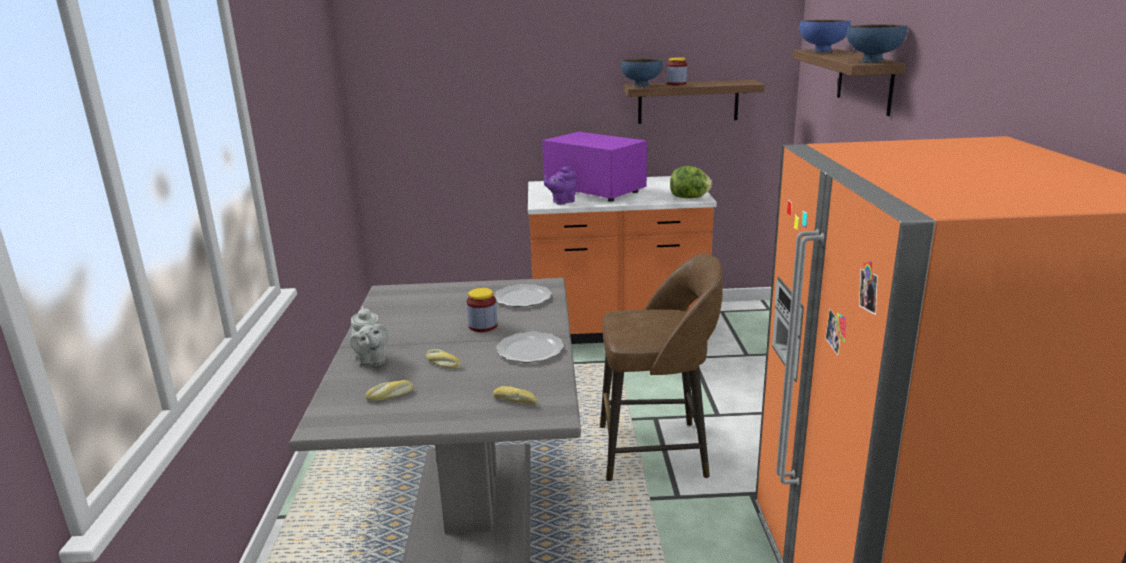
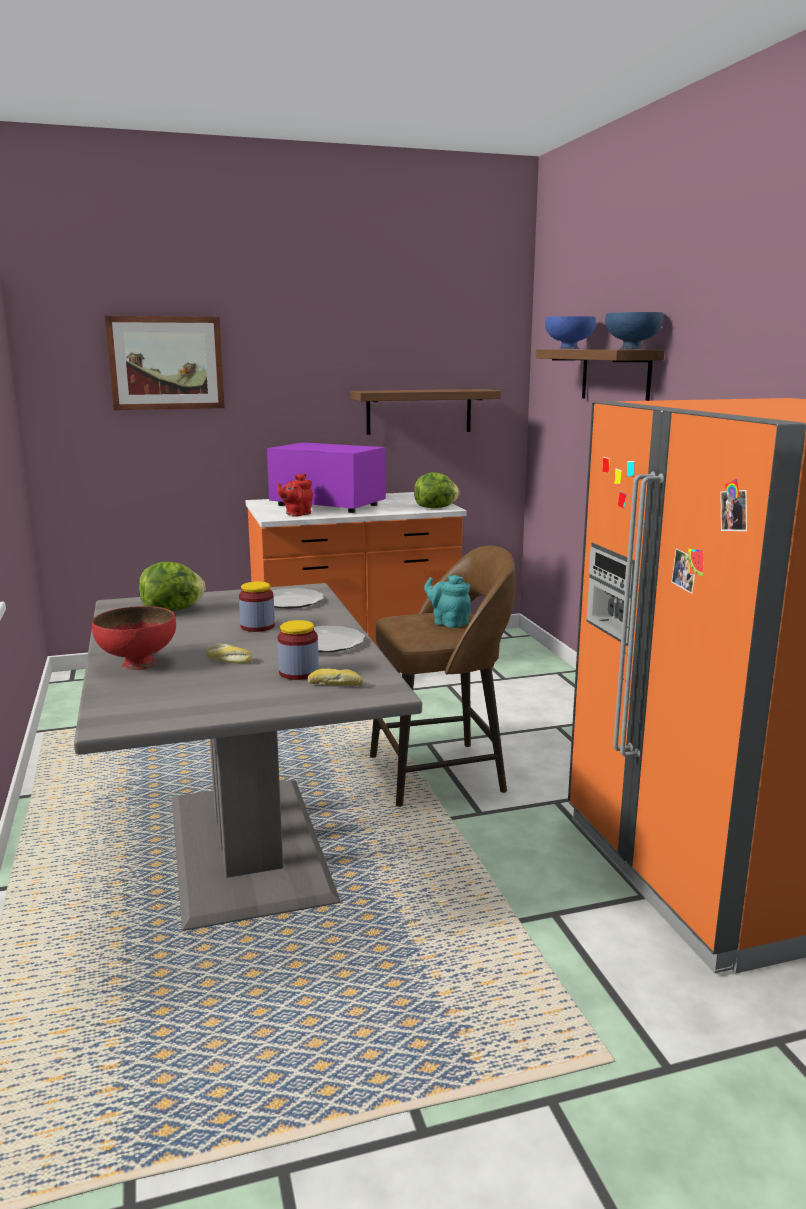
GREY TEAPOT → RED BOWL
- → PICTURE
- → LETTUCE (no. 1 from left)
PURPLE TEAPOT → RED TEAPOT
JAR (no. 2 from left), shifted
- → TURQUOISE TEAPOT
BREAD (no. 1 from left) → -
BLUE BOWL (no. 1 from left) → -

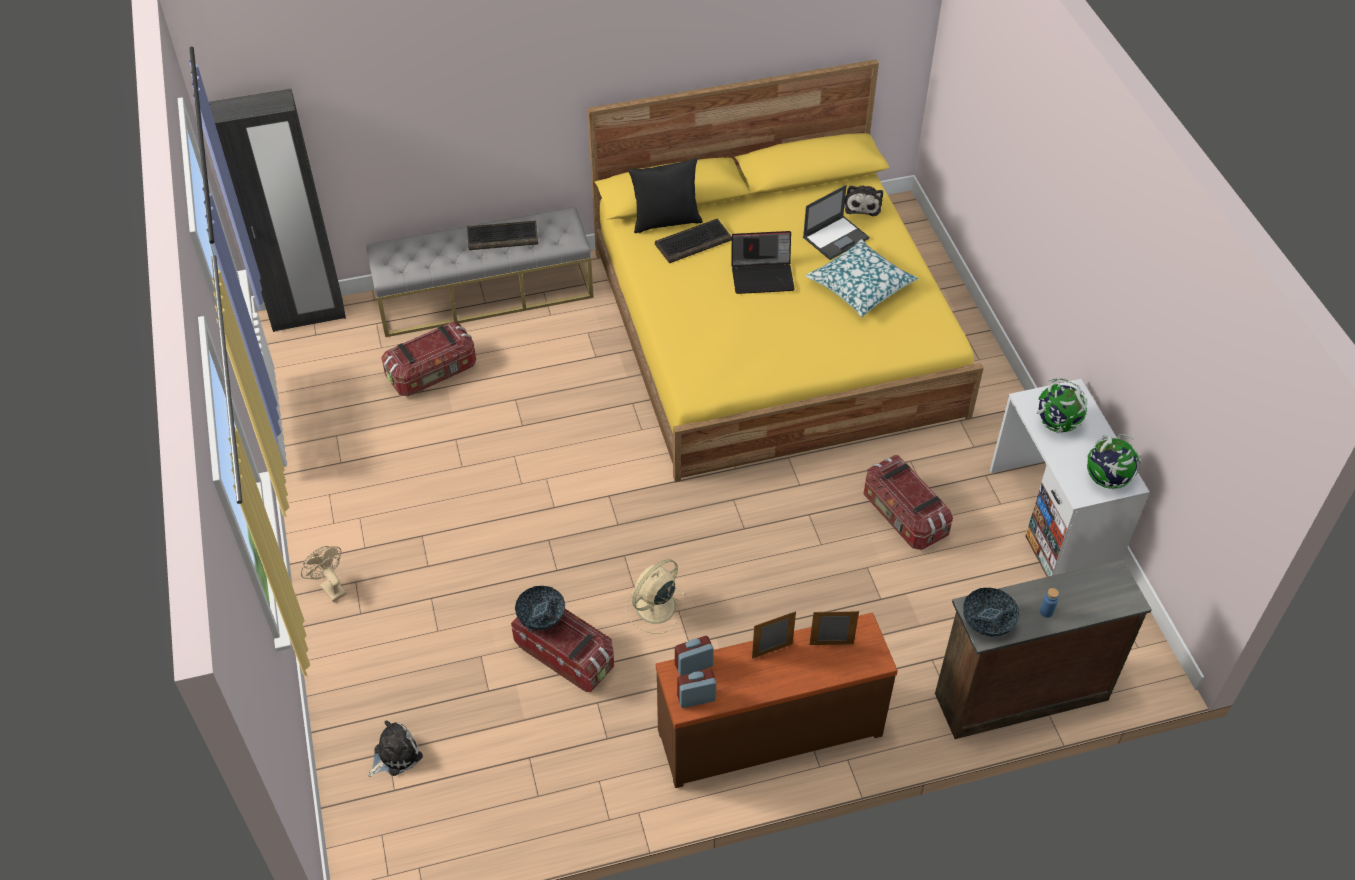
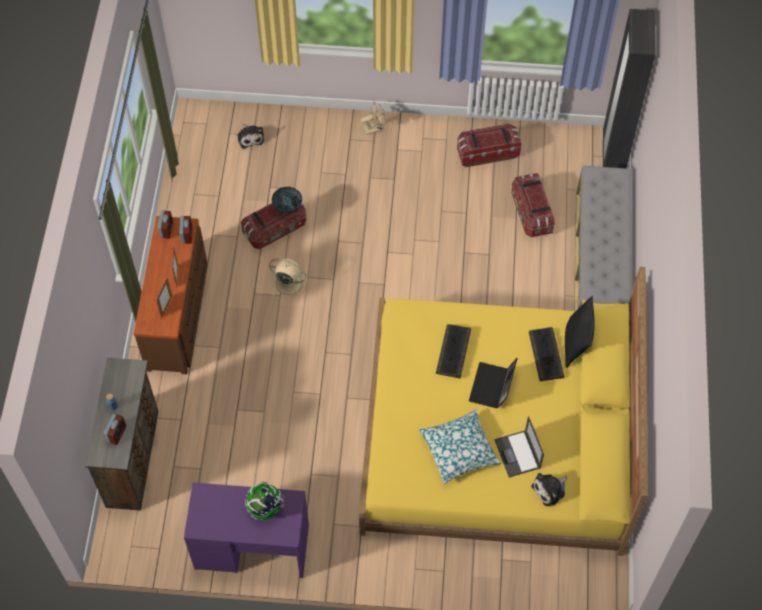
- → ALARM CLOCK (no. 1 from left)
WHITE DESK → PURPLE DESK
BEIGE FAN (no. 2 from left in the first image) → BEIGE FAN (no. 1 from left), 45 degrees counterclockwise
KEYBOARD (no. 1 from left), shifted
STORAGE BOX (no. 3 from left in the first image) → STORAGE BOX (no. 2 from left), shifted
PLUSH TOY (no. 2 from left), 60 degrees counterclockwise
BOWL (no. 2 from left) → -
GLOBE (no. 2 from left) → -

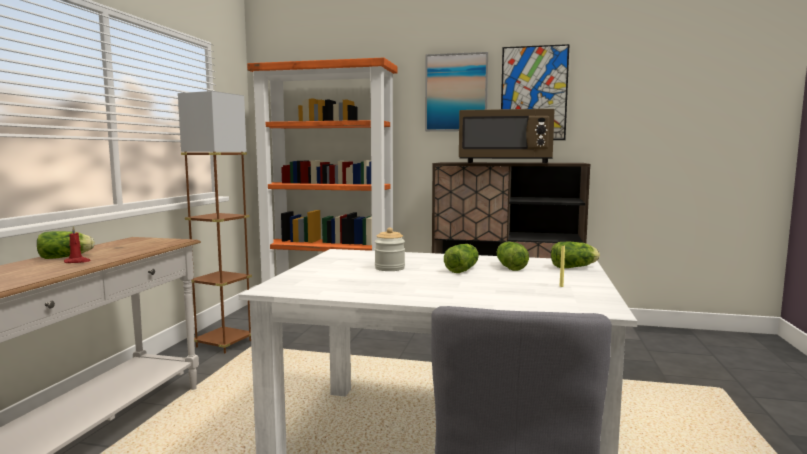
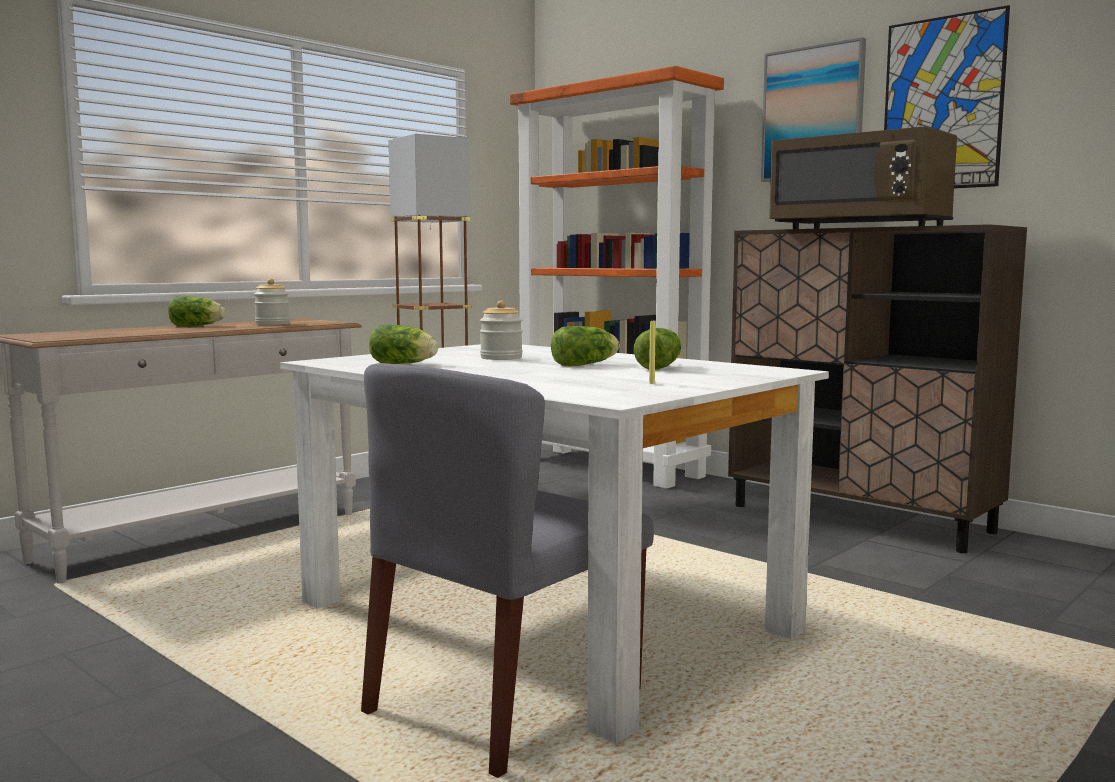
- → JAR (no. 1 from left)
LETTUCE (no. 4 from left in the first image) → LETTUCE (no. 2 from left), shifted
RED CANDLE → -

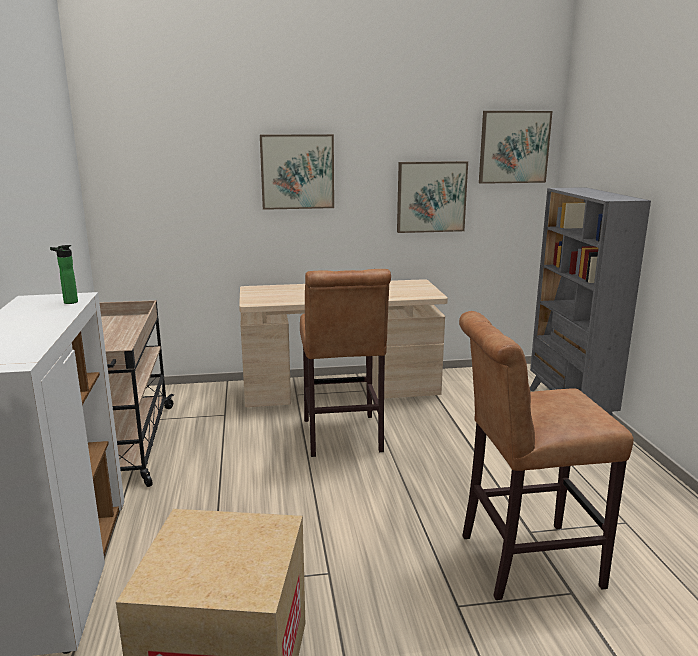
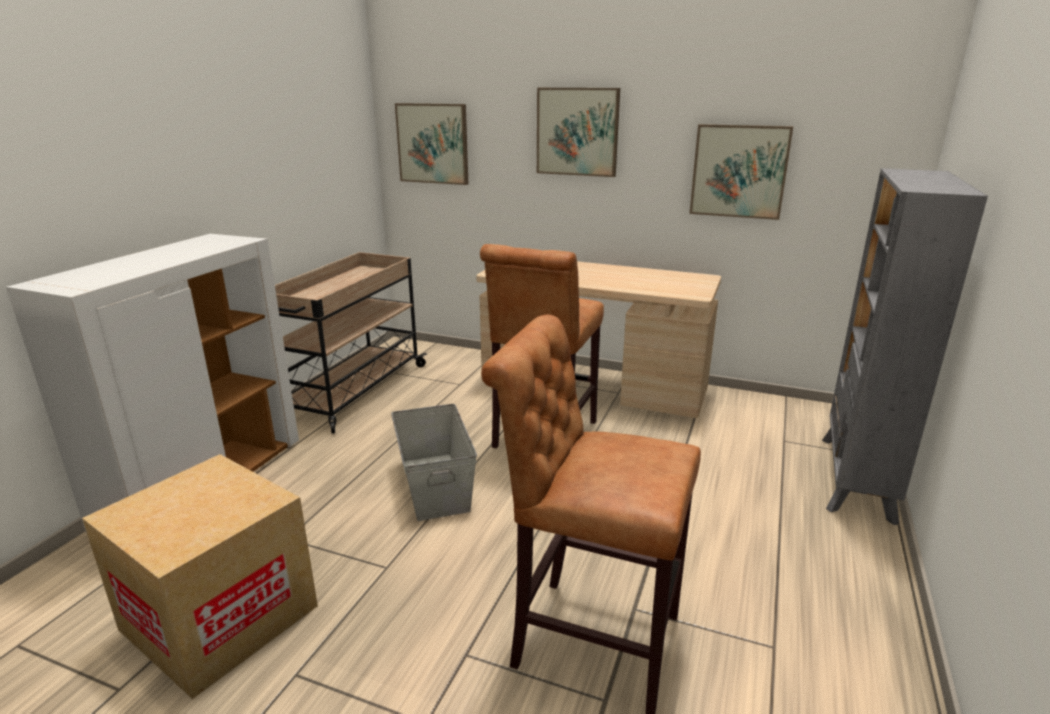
- → GREY STORAGE BOX
PICTURE (no. 3 from left in the first image) → PICTURE (no. 1 from left), shifted
BOTTLE → -

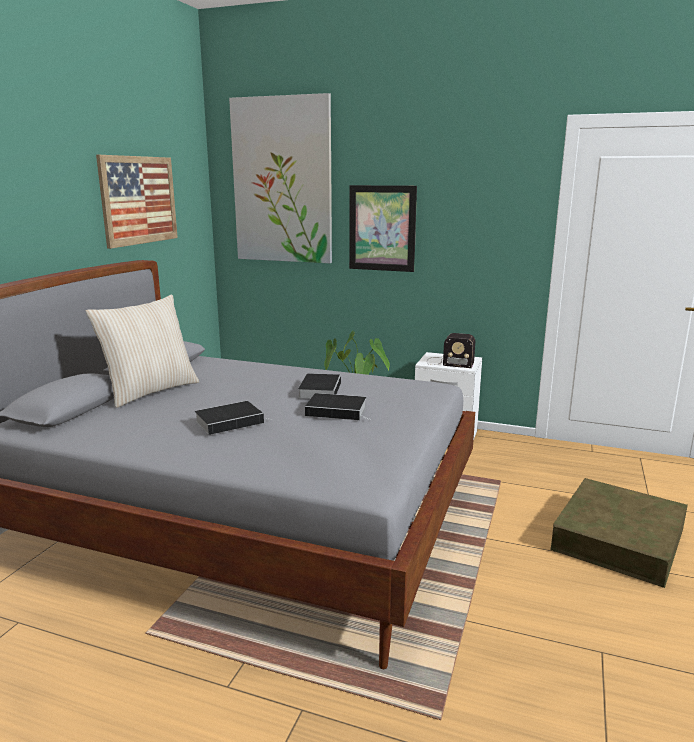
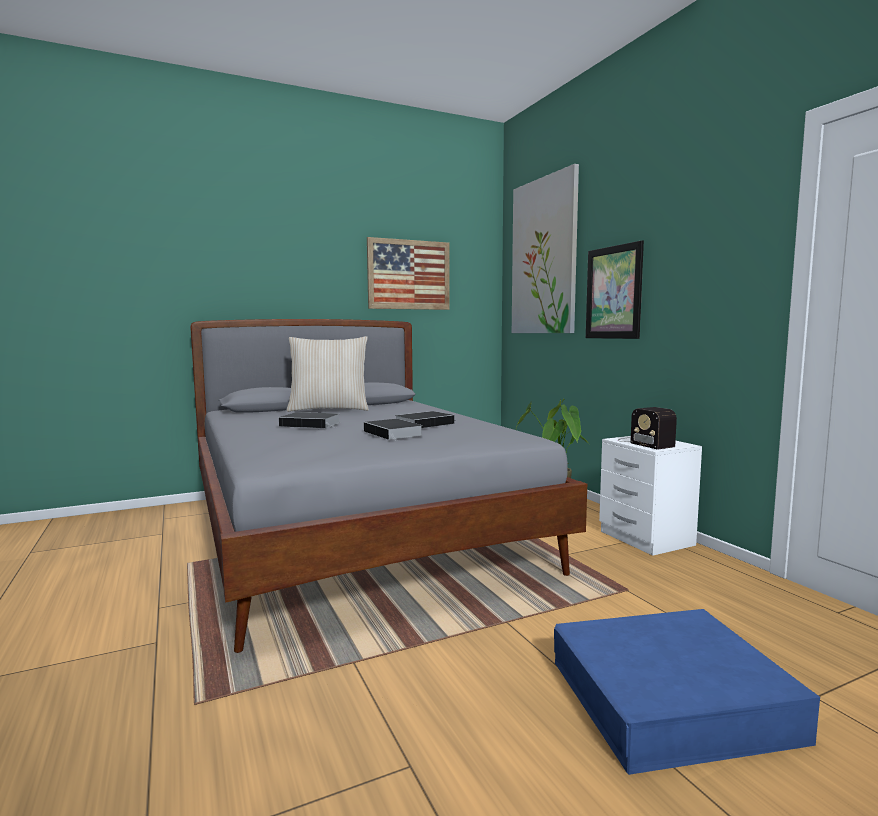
BROWN STORAGE BOX → BLUE STORAGE BOX

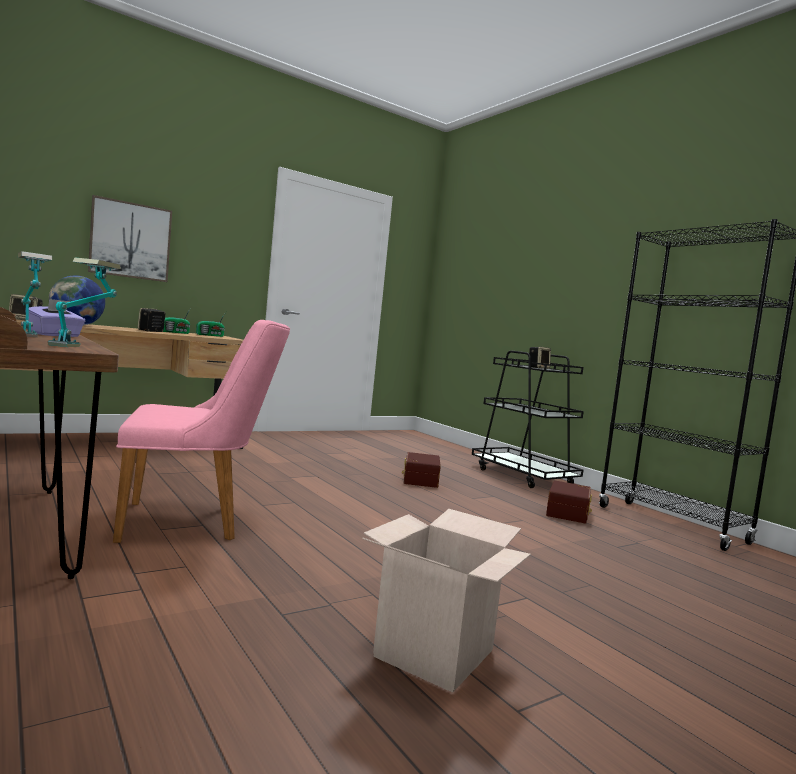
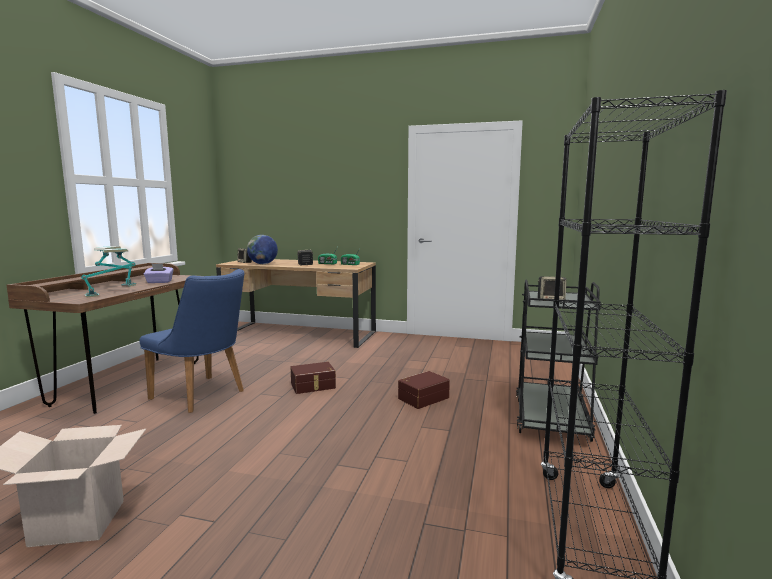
PINK CHAIR → BLUE CHAIR
BROWN STORAGE BOX (no. 2 from left in the first image) → BROWN STORAGE BOX (no. 1 from left), shifted
PICTURE → -

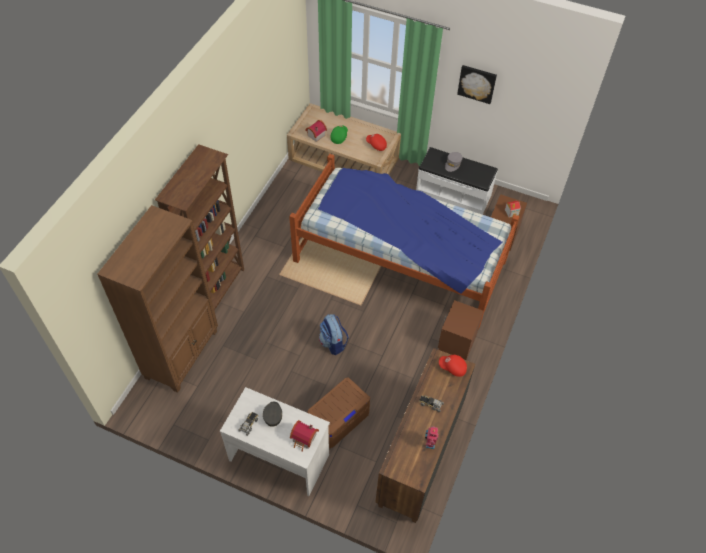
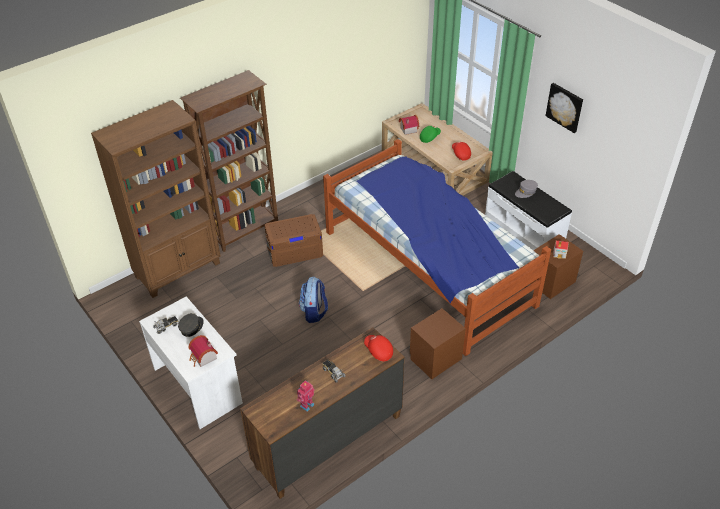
BROWN STORAGE BOX, shifted

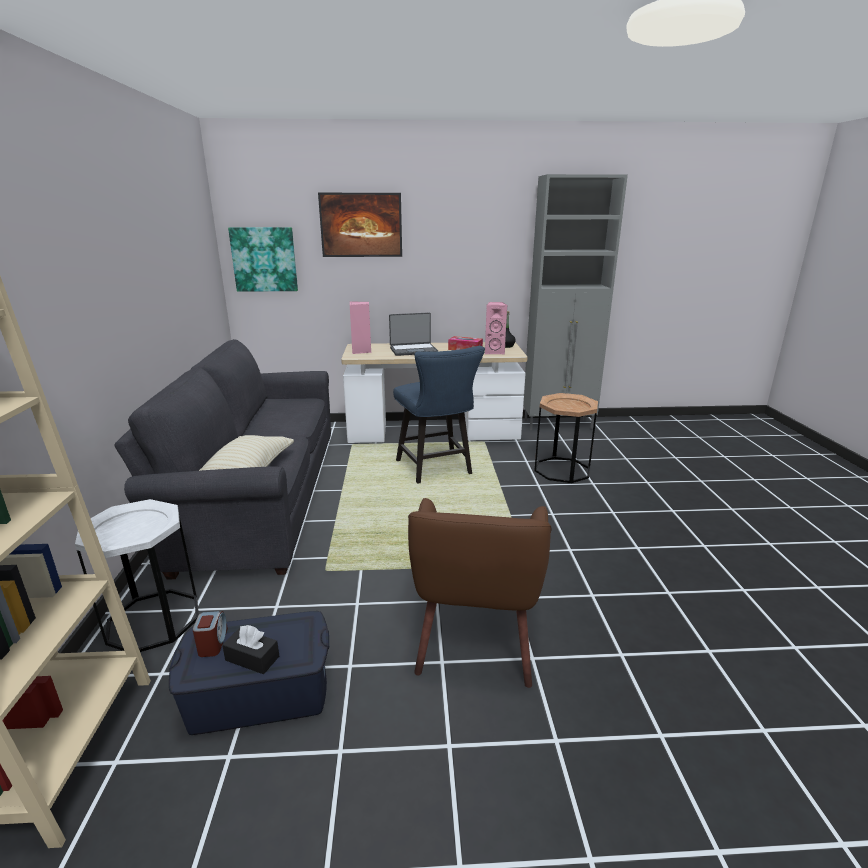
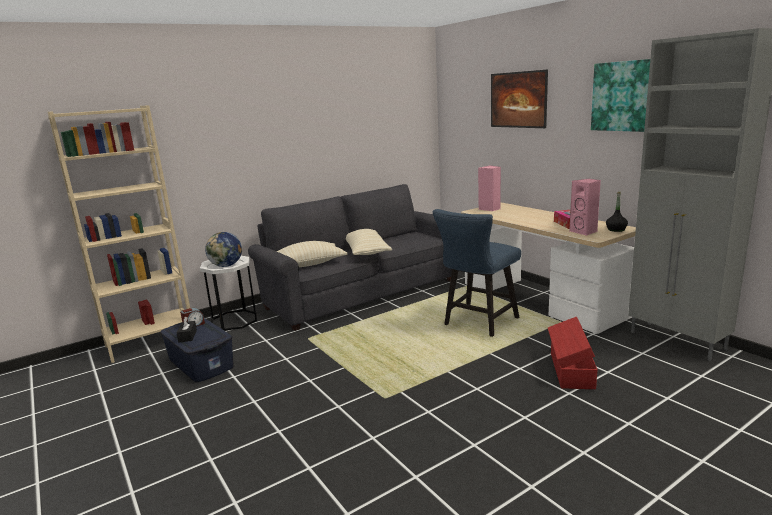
- → GLOBE
- → BEIGE PILLOW (no. 2 from left)
BROWN SIDE TABLE → RED STORAGE BOX
PICTURE (no. 1 from left in the first image) → PICTURE (no. 2 from left), shifted
LAPTOP → -
BROWN ARMCHAIR → -

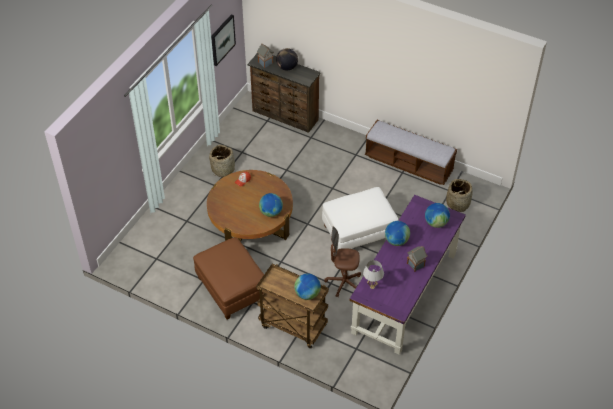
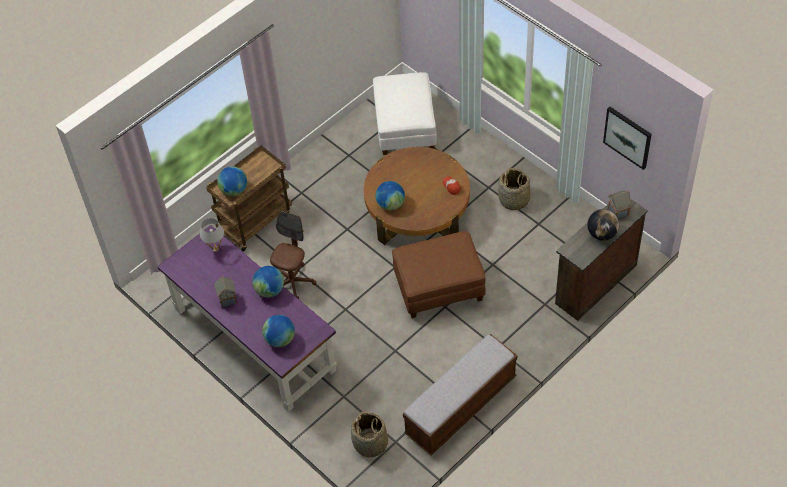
WHITE OTTOMAN, shifted
BROWN OTTOMAN, shifted

